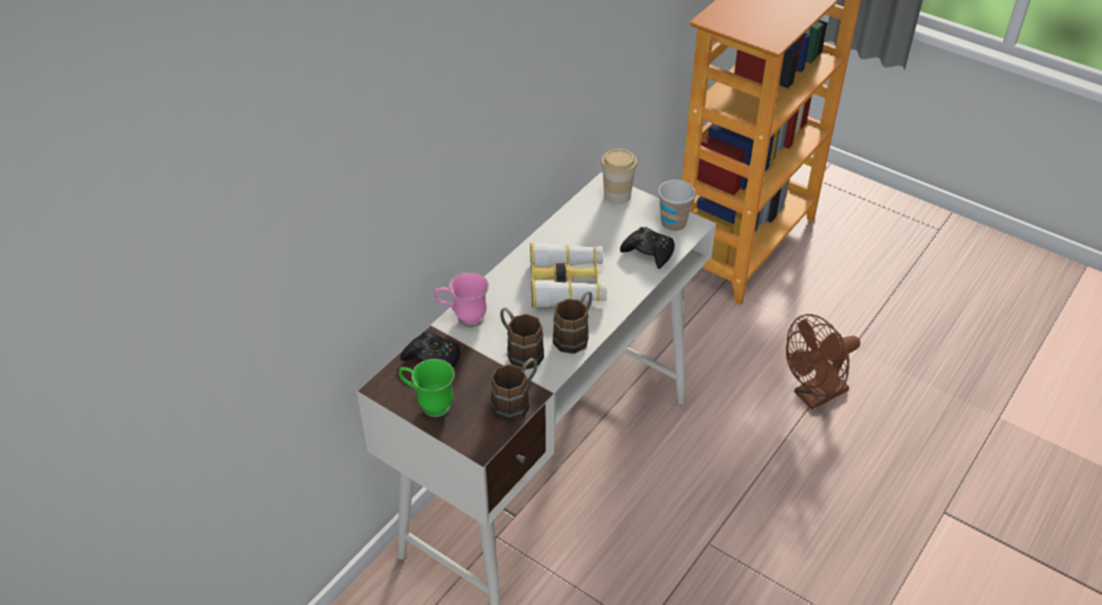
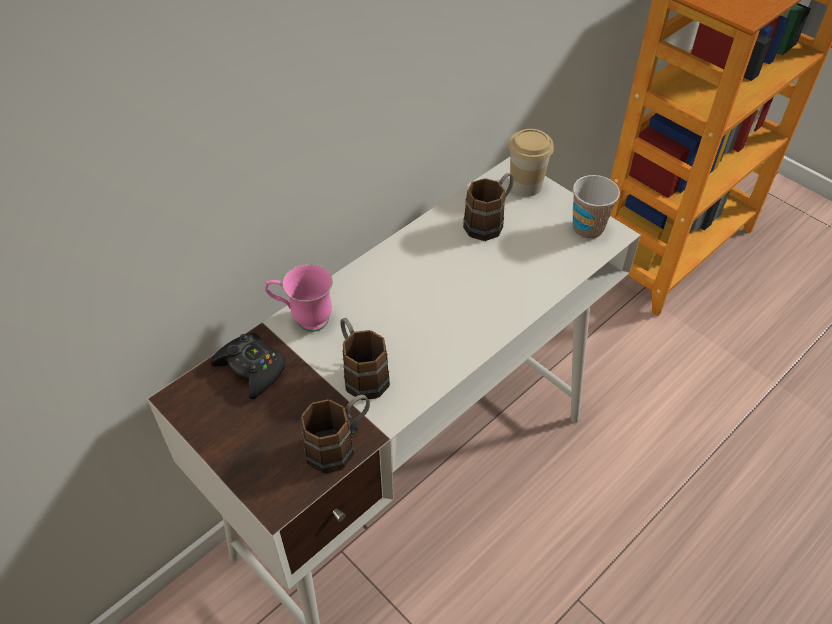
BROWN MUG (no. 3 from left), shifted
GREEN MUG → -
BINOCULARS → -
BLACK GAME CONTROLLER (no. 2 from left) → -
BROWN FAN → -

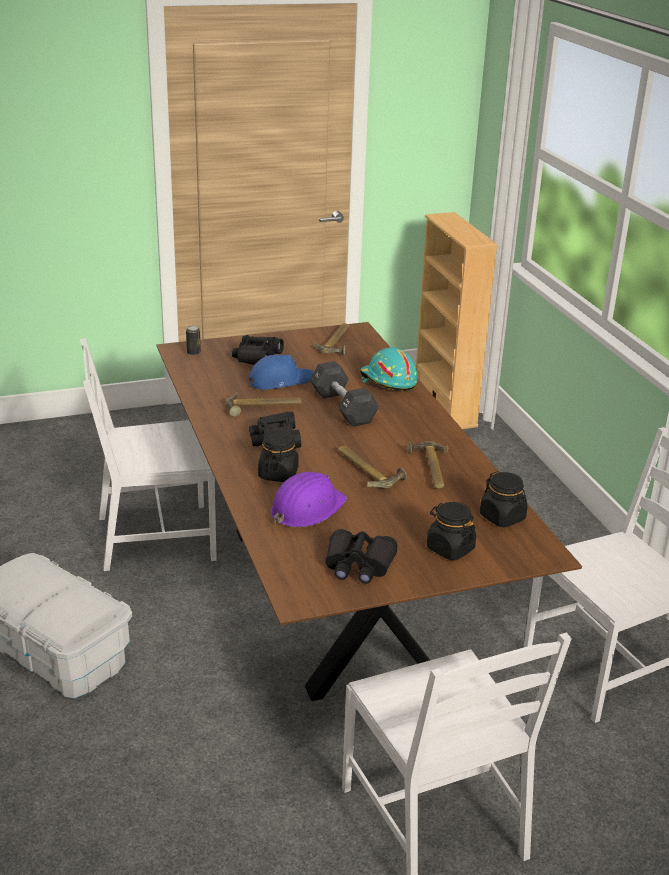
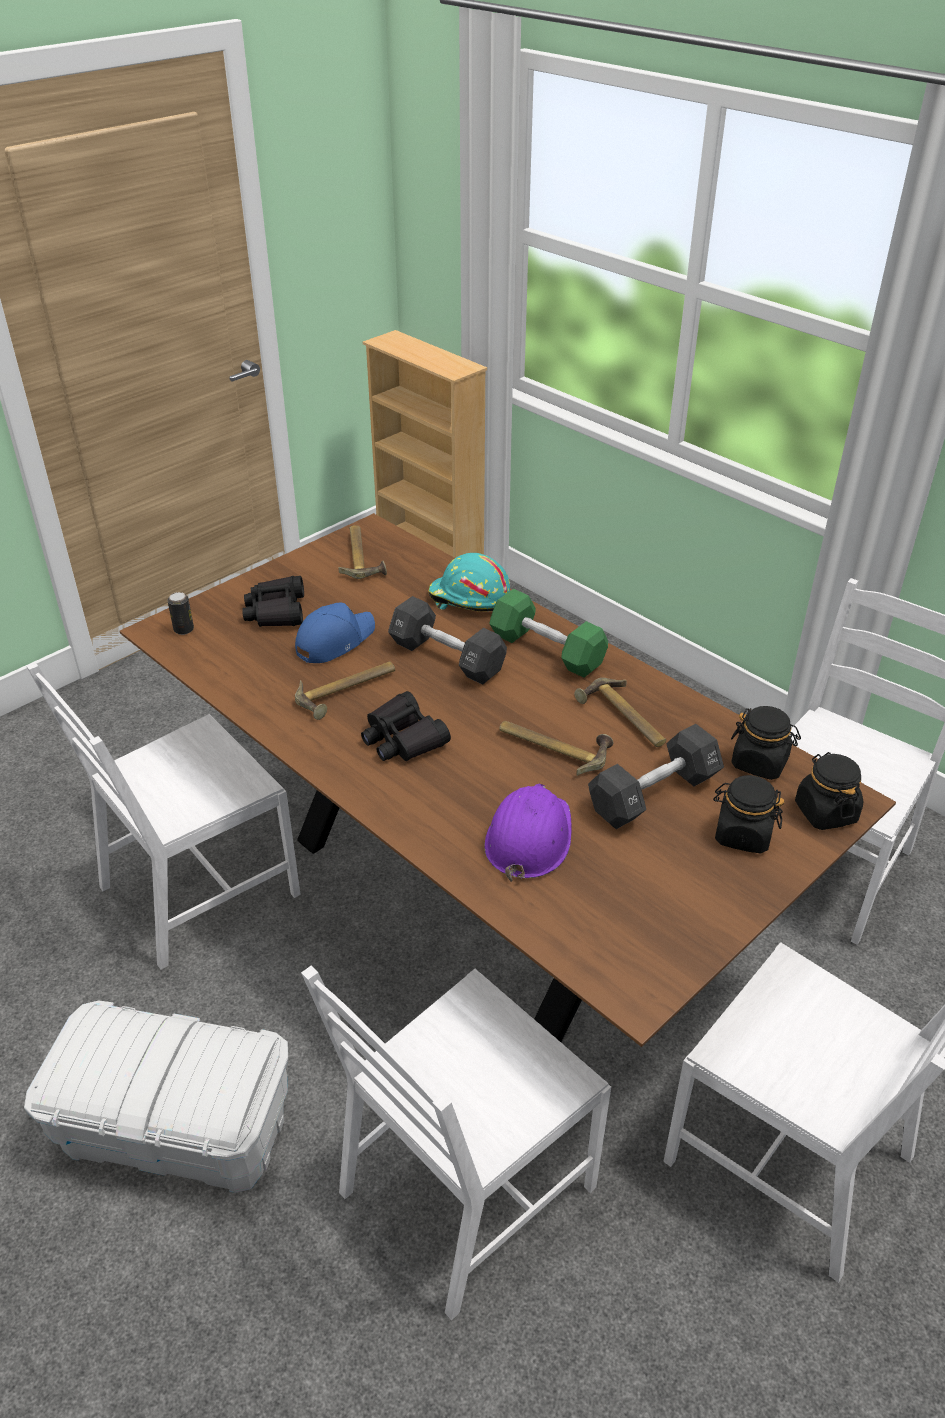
- → WHITE CHAIR (no. 2 from left)
- → GREEN DUMBBELL
- → BLACK DUMBBELL (no. 2 from left)
BLACK JAR (no. 1 from left in the first image) → BLACK JAR (no. 3 from left), shifted
BLACK BINOCULARS (no. 3 from left) → -

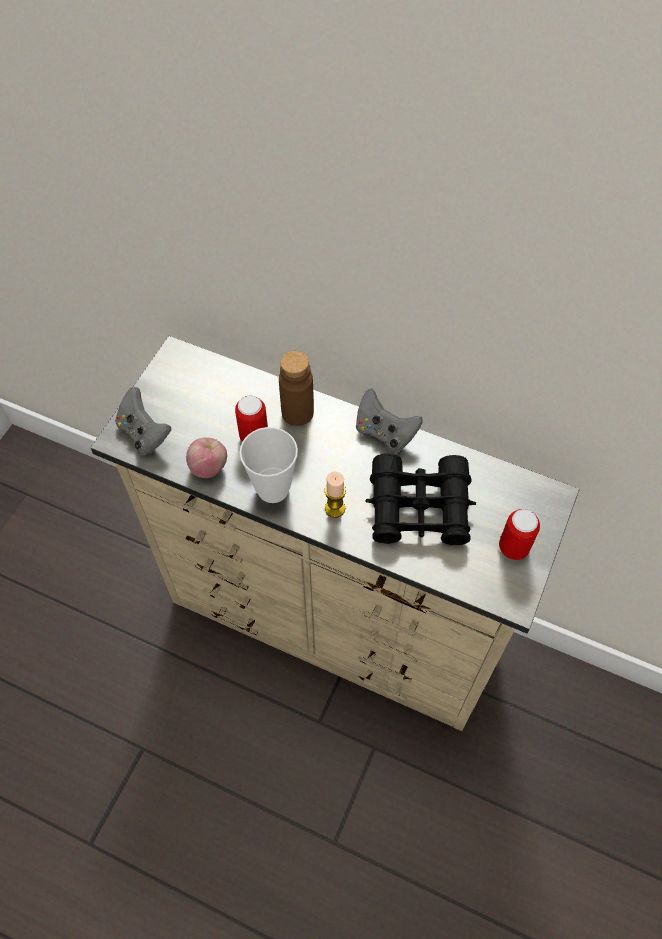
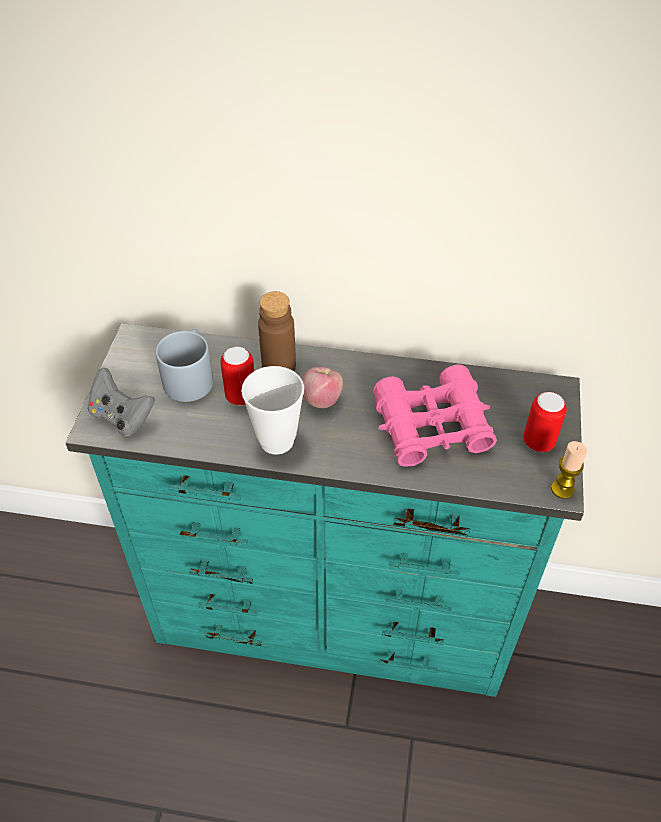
BEIGE DRESSER → TURQUOISE DRESSER
- → GREY MUG
APPLE, shifted
BLACK BINOCULARS → PINK BINOCULARS
CANDLE, shifted
GREY GAME CONTROLLER (no. 2 from left) → -

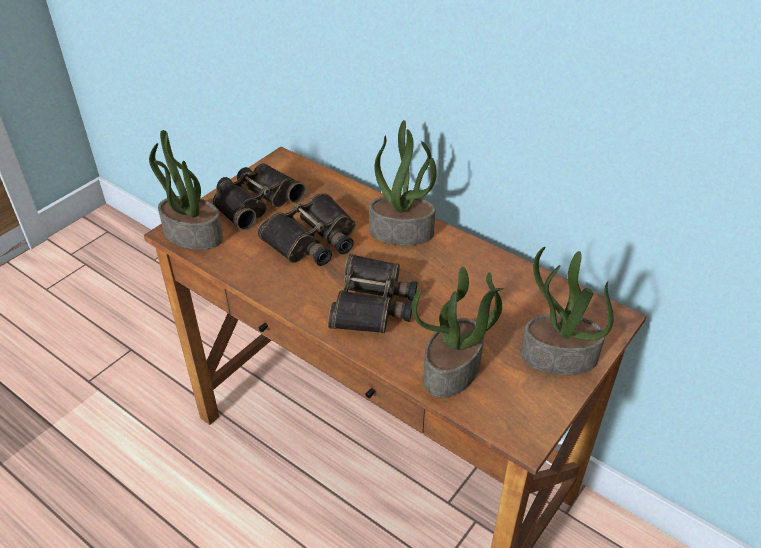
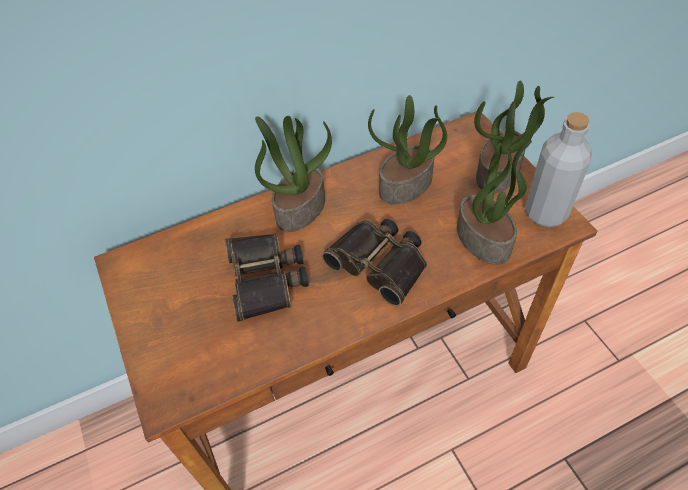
POTTED PLANT (no. 1 from left in the first image) → POTTED PLANT (no. 2 from left), shifted
- → GREY BOTTLE
BINOCULARS (no. 1 from left) → -

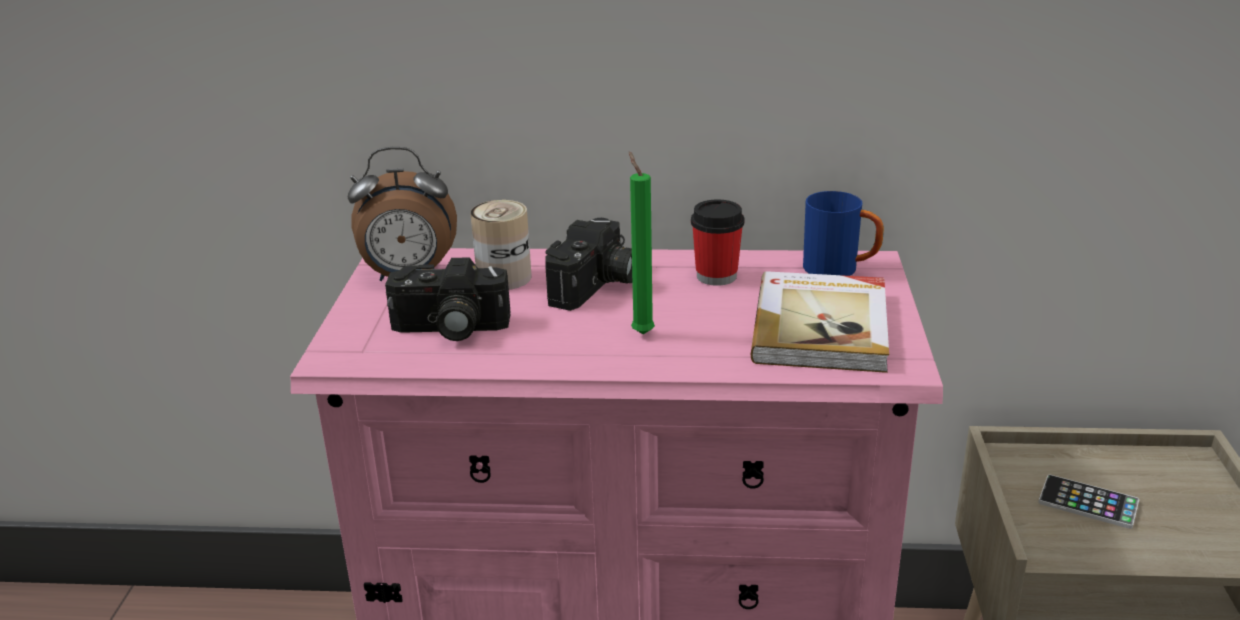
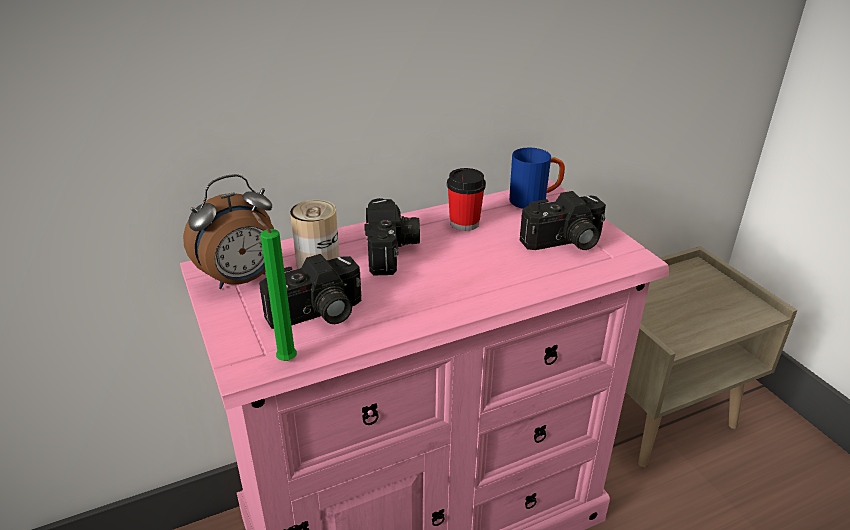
GREEN CANDLE, shifted
BOOK → PHOTO CAMERA (no. 3 from left)
PHONE → -

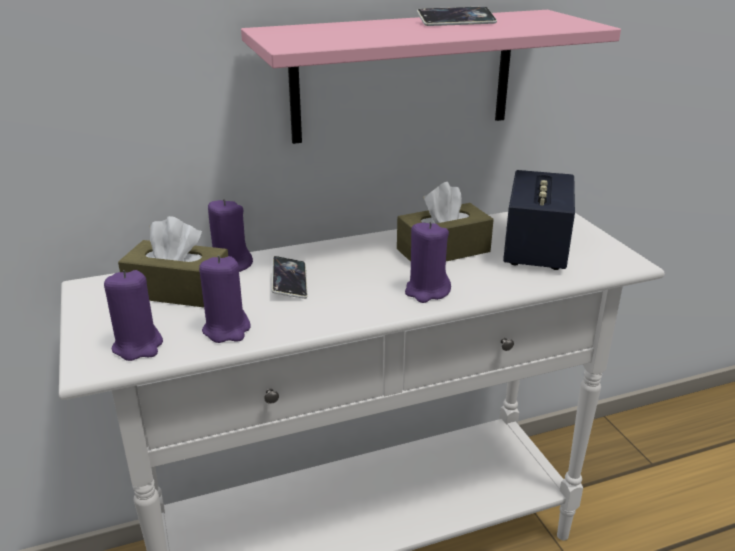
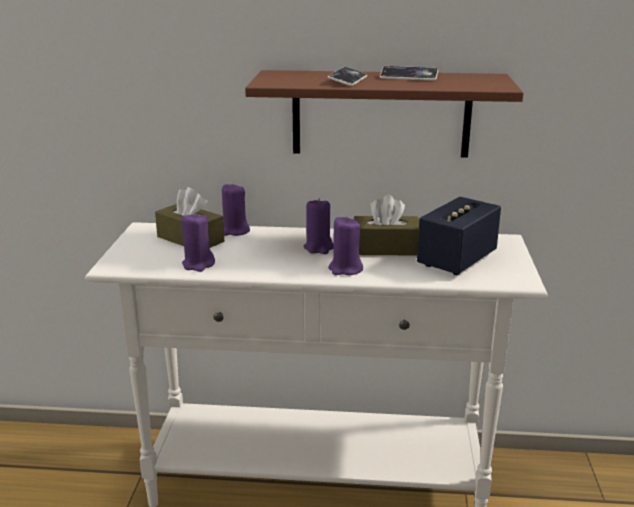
PINK SHELF → BROWN SHELF
PURPLE CANDLE (no. 1 from left in the first image) → PURPLE CANDLE (no. 3 from left), shifted
PHONE (no. 1 from left), shifted

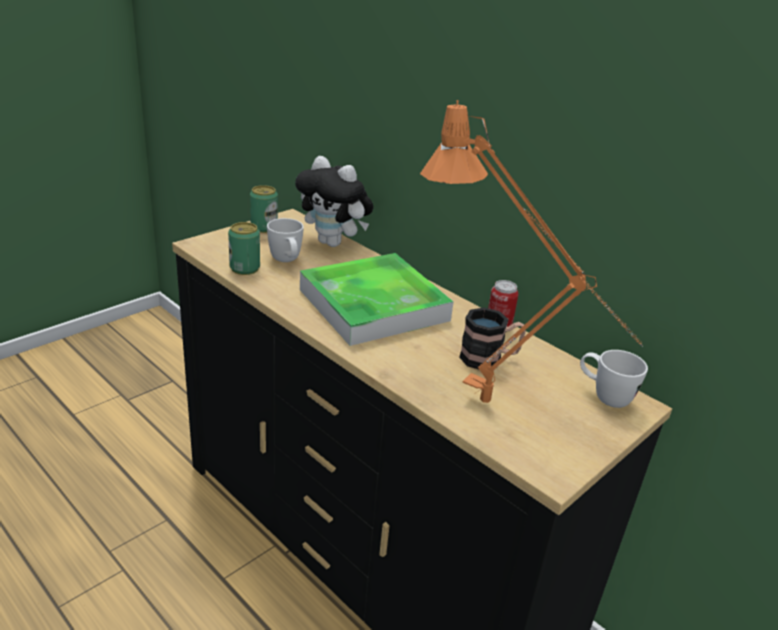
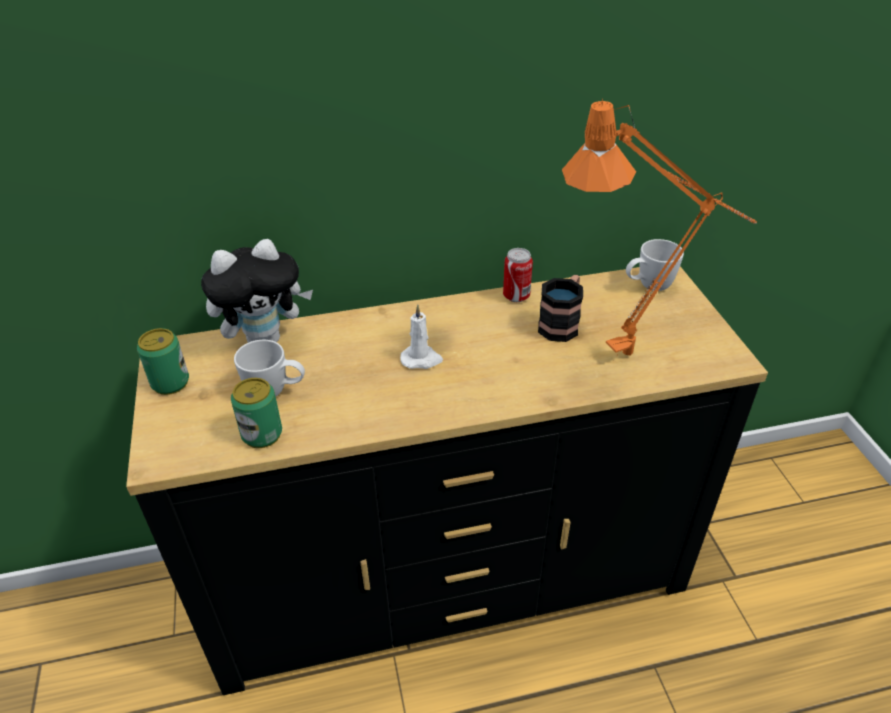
TRAY → WHITE CANDLE

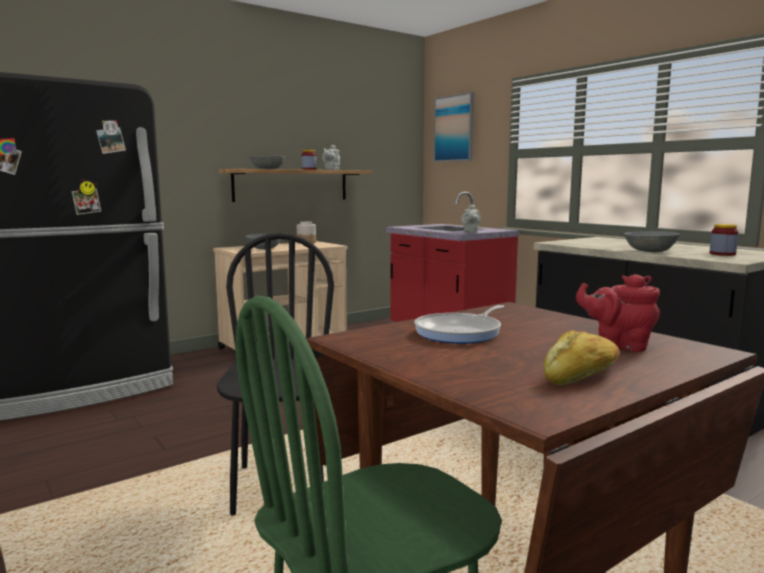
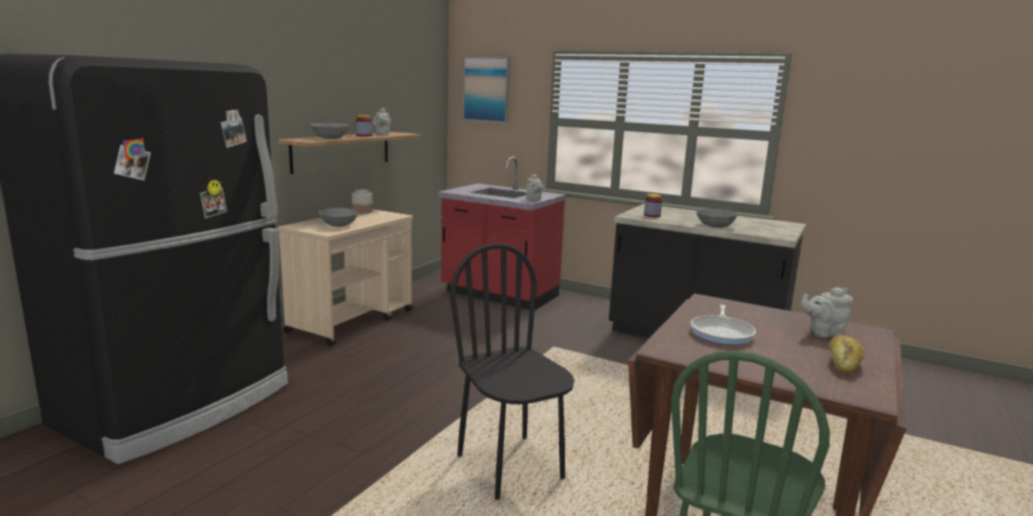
JAR (no. 3 from left), shifted
RED TEAPOT → GREY TEAPOT (no. 3 from left)

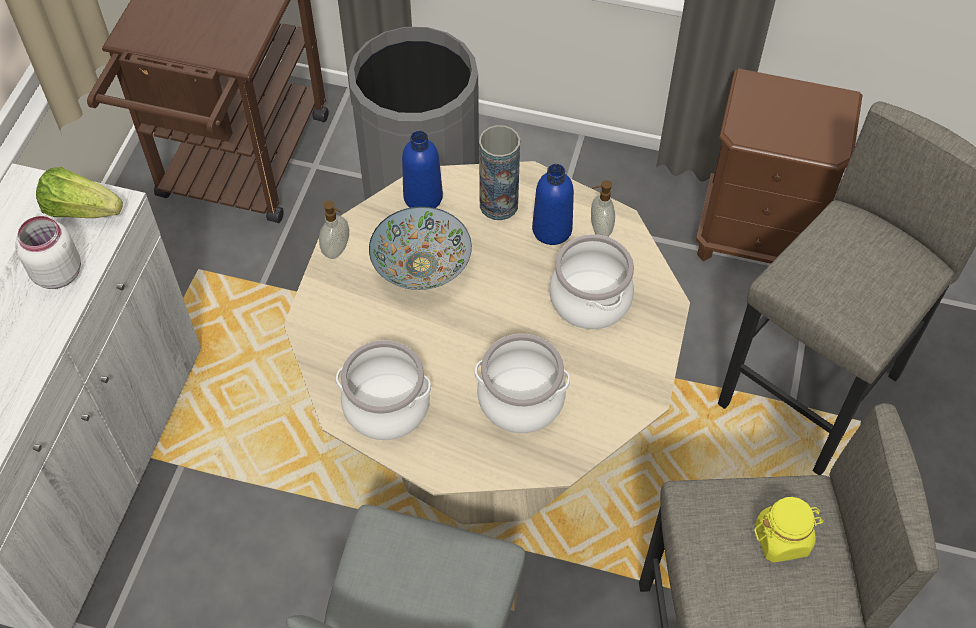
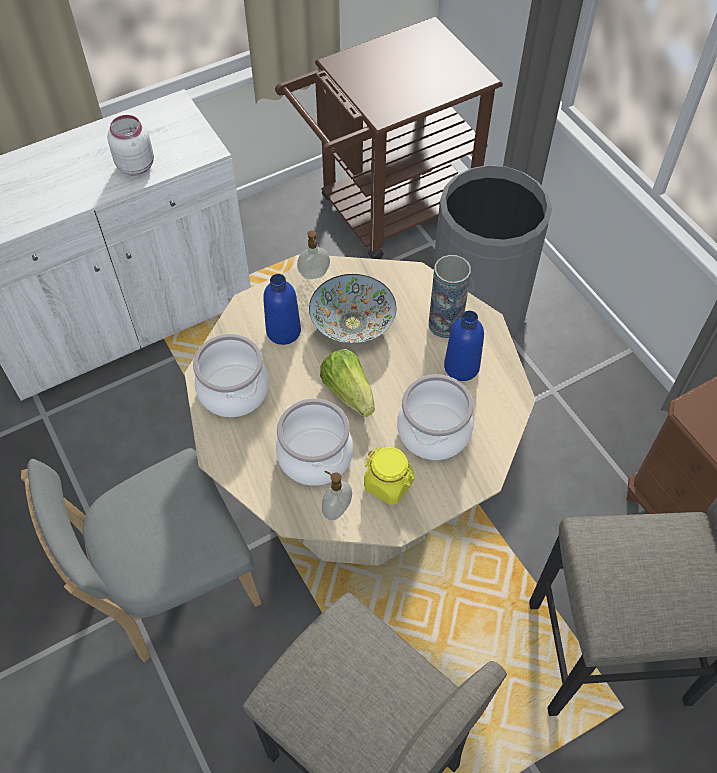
BLUE BOTTLE (no. 1 from left), shifted
LETTUCE, shifted
SOAP DISPENSER (no. 2 from left), shifted
YELLOW JAR, shifted

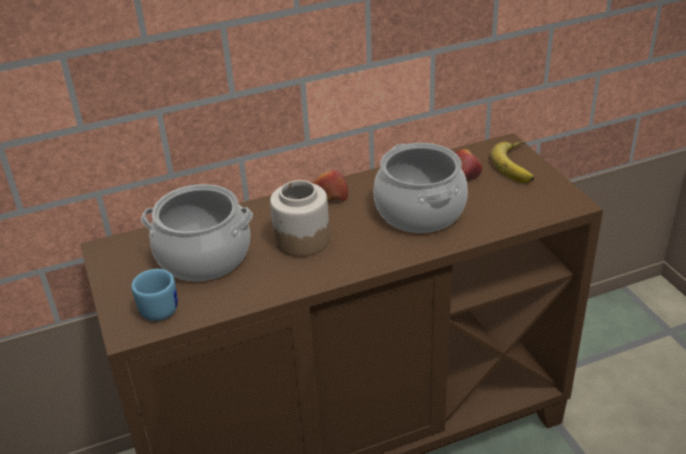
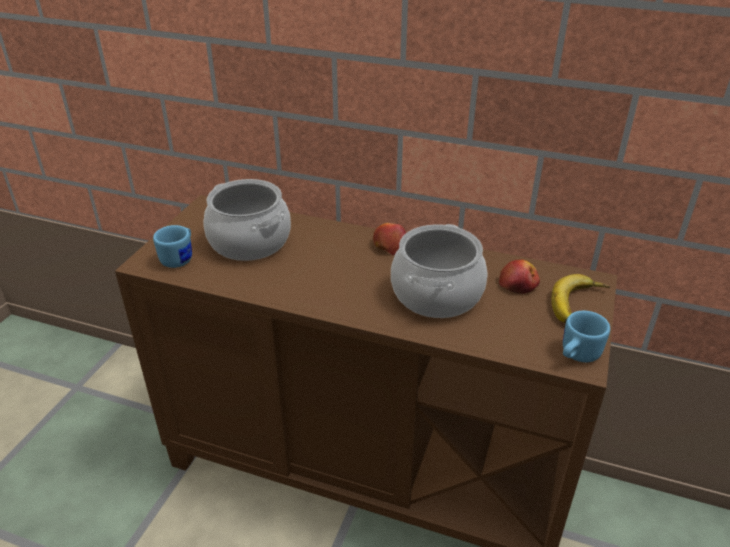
- → BLUE MUG (no. 2 from left)
JAR → -

